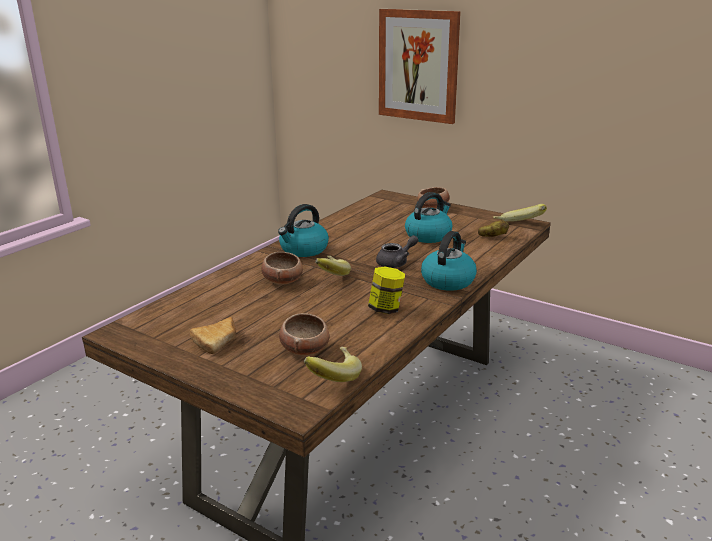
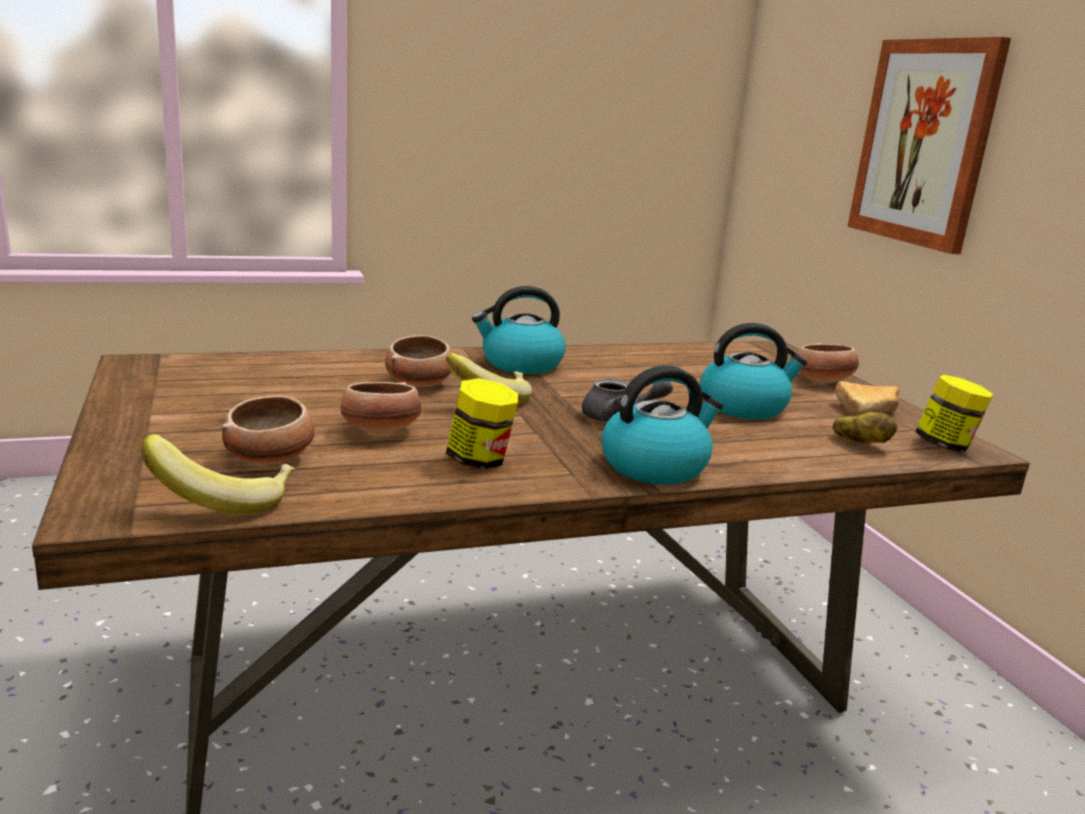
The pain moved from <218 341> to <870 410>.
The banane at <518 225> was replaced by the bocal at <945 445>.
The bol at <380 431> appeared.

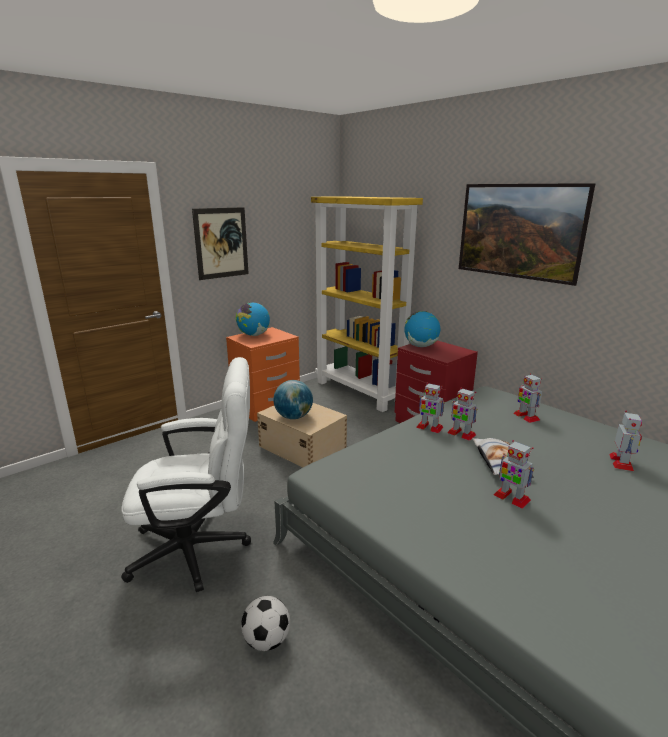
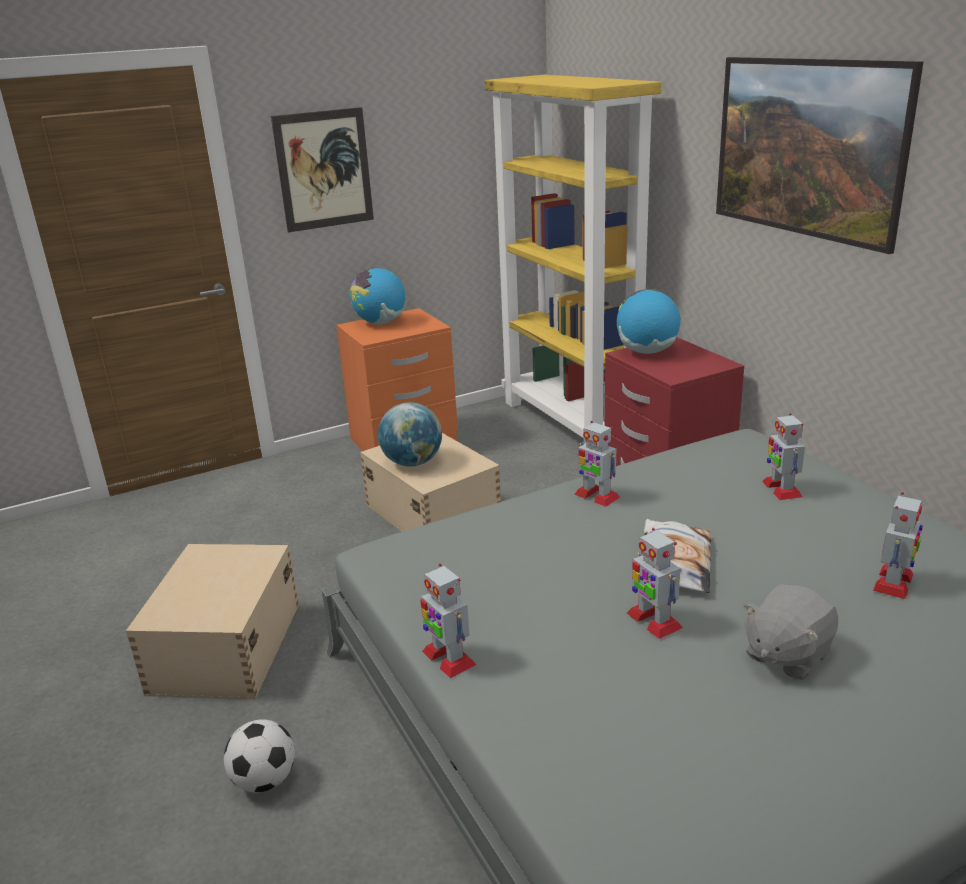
The chaise de bureau [blanc] at <200 549> was replaced by the boîte de rangement [beige] at <225 648>.
The robot jouet moved from <461 434> to <448 658>.
The peluche [gris] at <786 654> appeared.

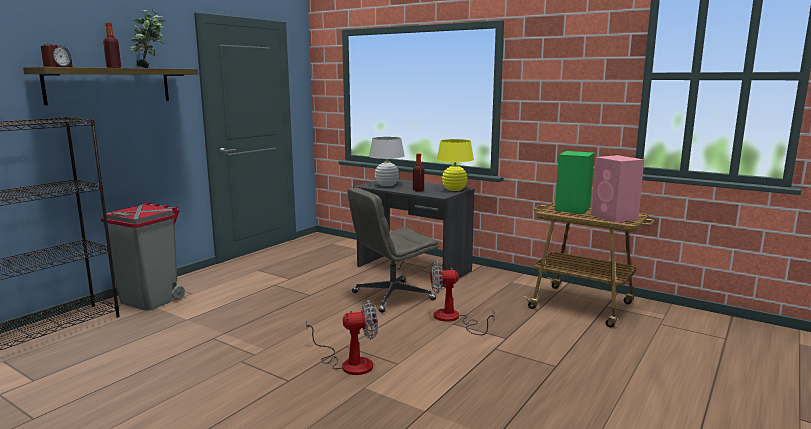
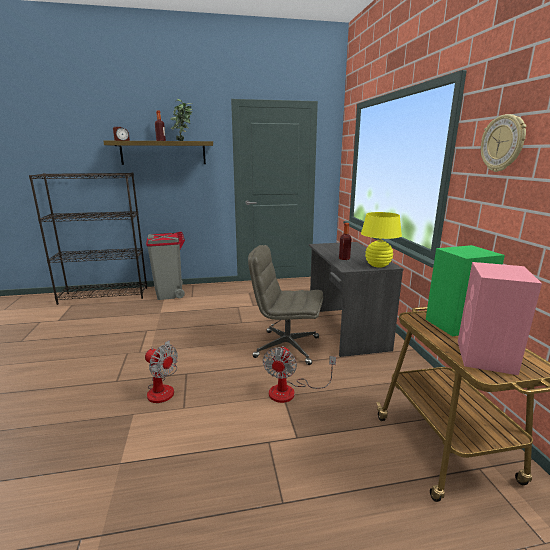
The lampe de table [blanc] at <387 185> disappeared.
The ventilateur at <453 319> turned 120 degrees counterclockwise.
The horloge murale at <503 143> appeared.

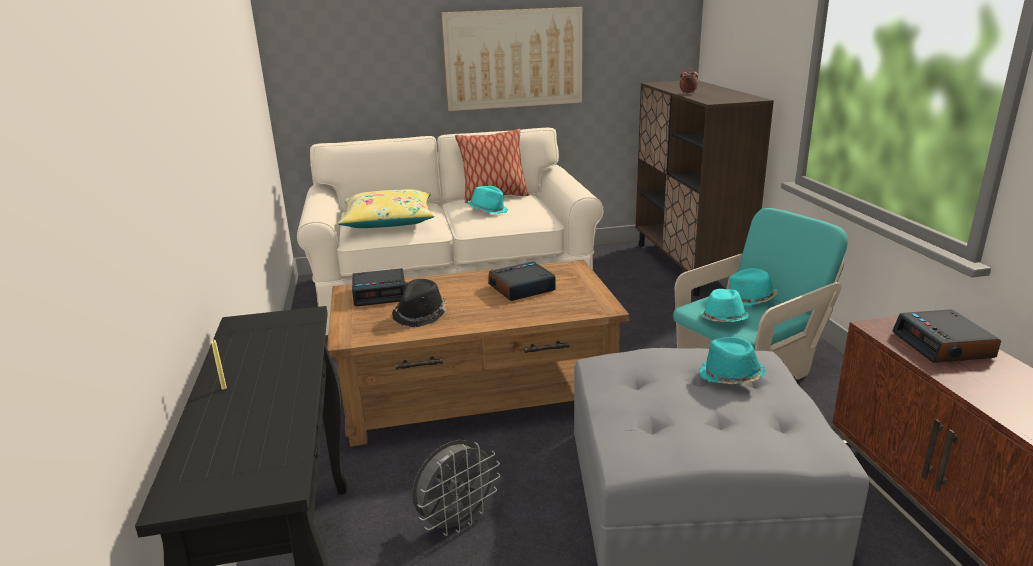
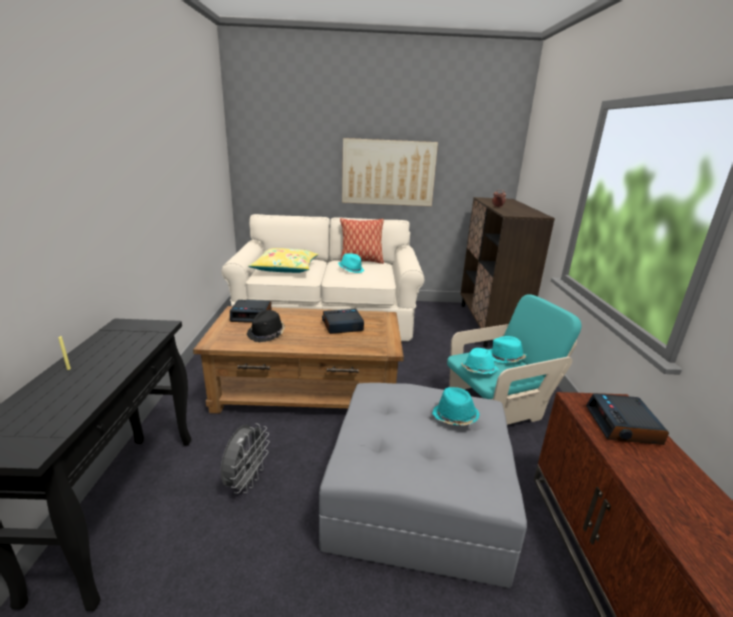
The ventilateur [gris] at <457 521> turned 45 degrees counterclockwise.

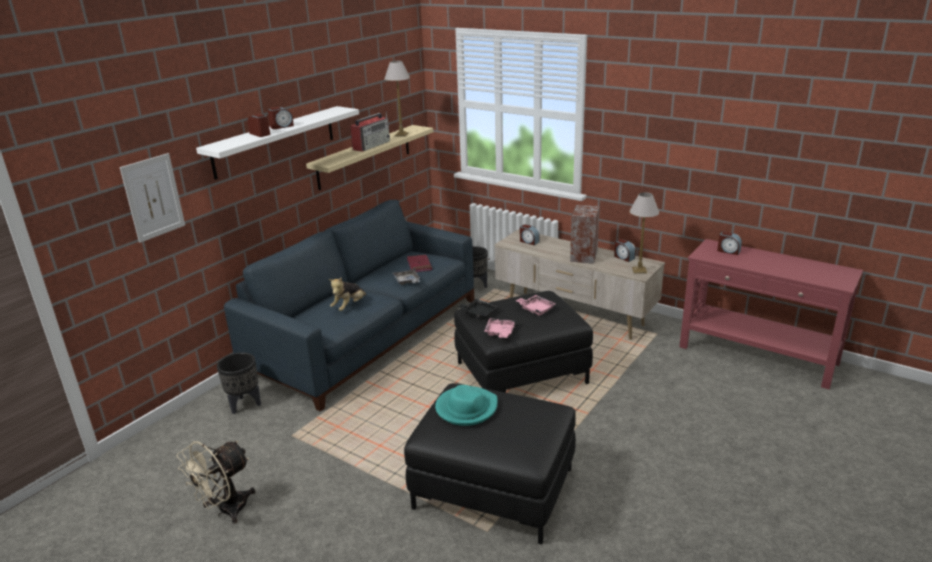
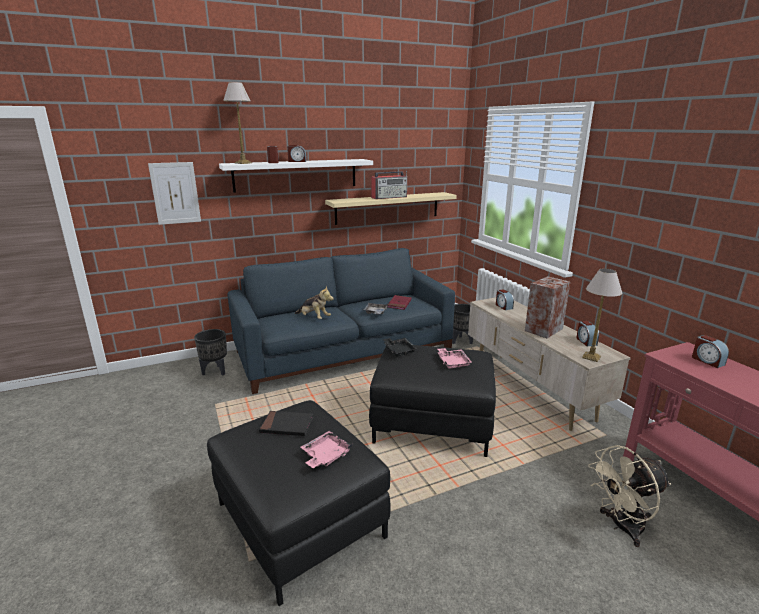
The ventilateur [beige] moved from <225 510> to <621 526>.
The peluche at <349 306> turned 120 degrees counterclockwise.
The lampe de table moved from <401 134> to <243 163>.
The chapeau [turquoise] at <466 408> was replaced by the livre [noir] at <287 426>.
The plateau [rose] moved from <500 333> to <325 456>.

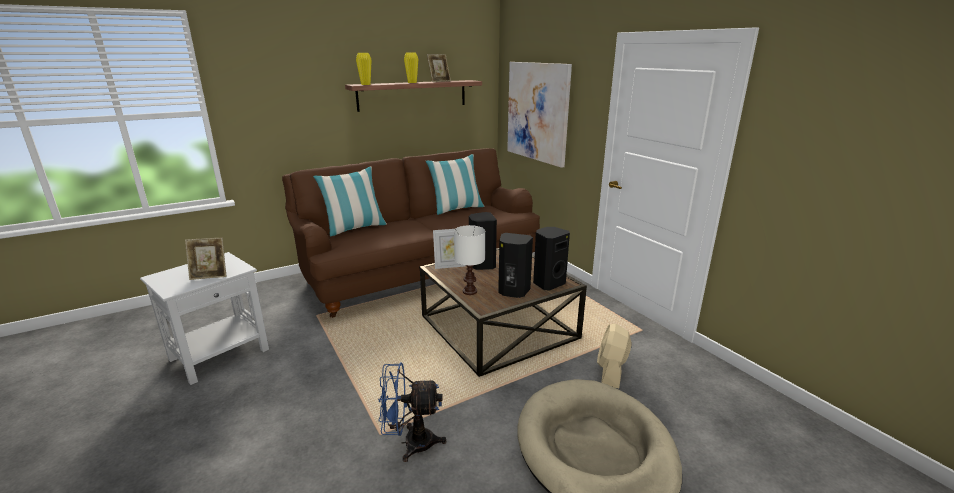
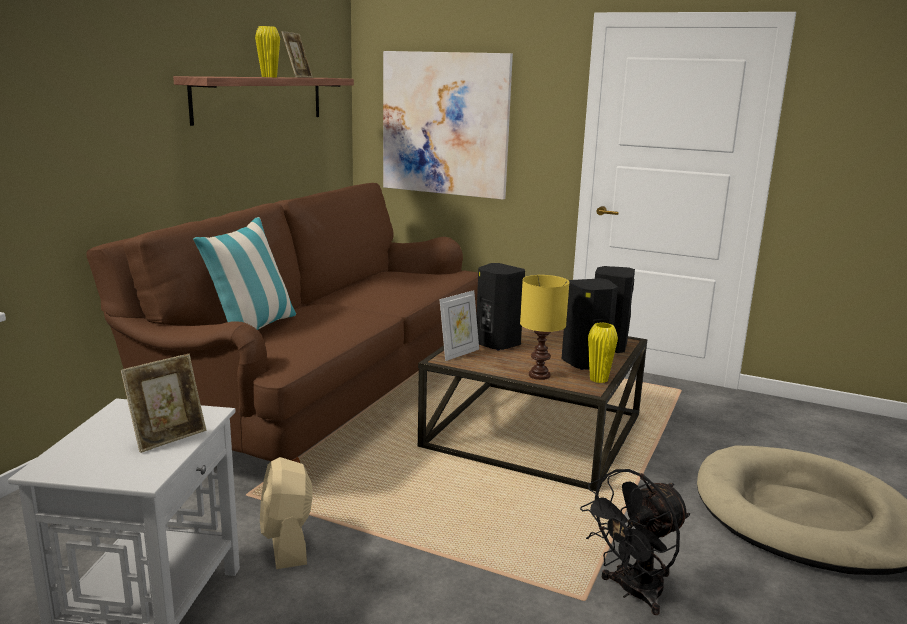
The vase [jaune] moved from <365 84> to <598 379>.
The ventilateur [bleu] at <410 443> became the ventilateur [noir] at <632 592>.
The coussin at <456 209> disappeared.
The lampe de table [blanc] at <470 291> became the lampe de table [jaune] at <539 375>.
The ventilateur [beige] moved from <611 371> to <287 542>.

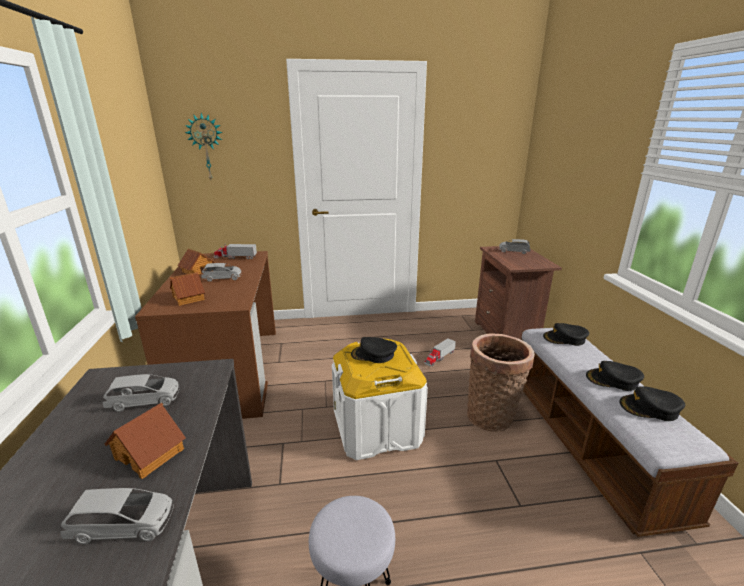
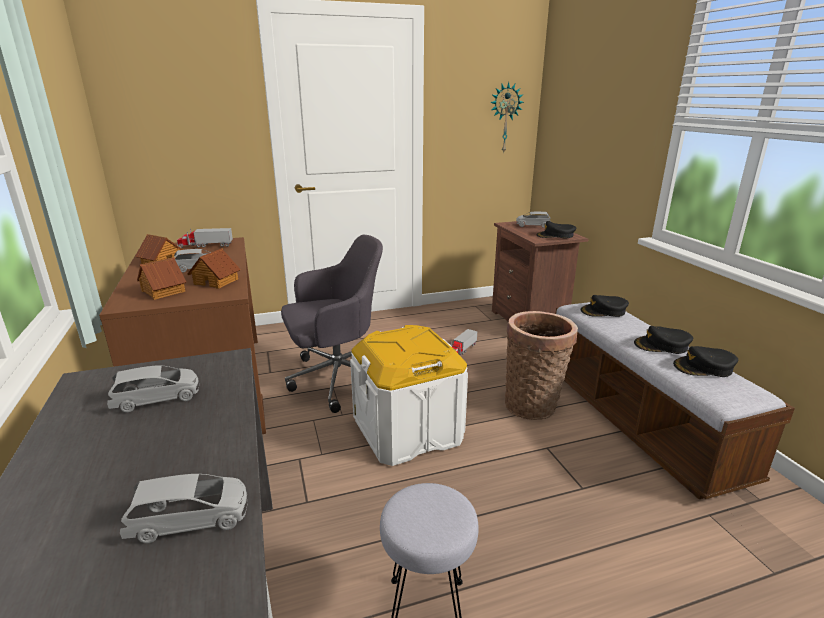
The maison miniature moved from <150 453> to <216 281>.
The horloge murale moved from <206 147> to <504 118>.
The casquette [noir] moved from <373 354> to <555 235>.
The chaise de bureau [gris] at <336 379> appeared.

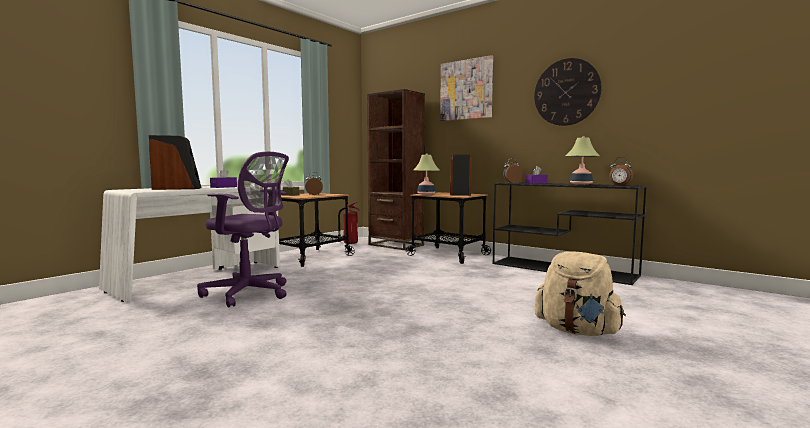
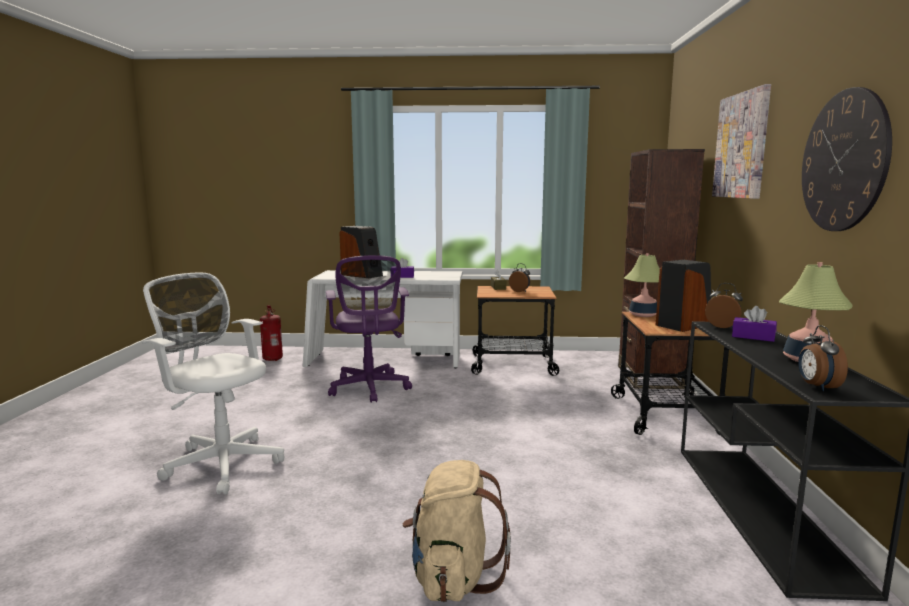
The extincteur moved from <349 243> to <273 359>.
The chaise de bureau [blanc] at <221 462> appeared.

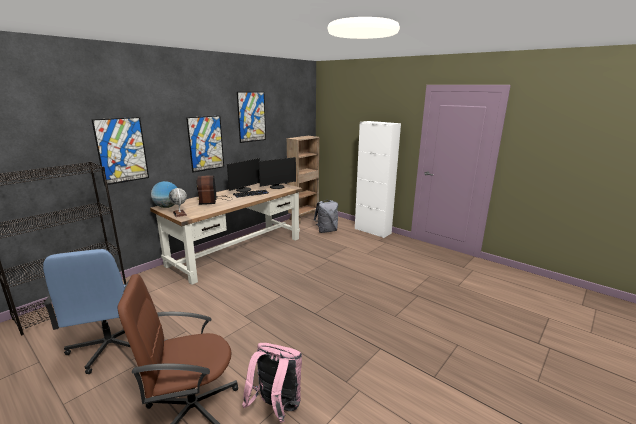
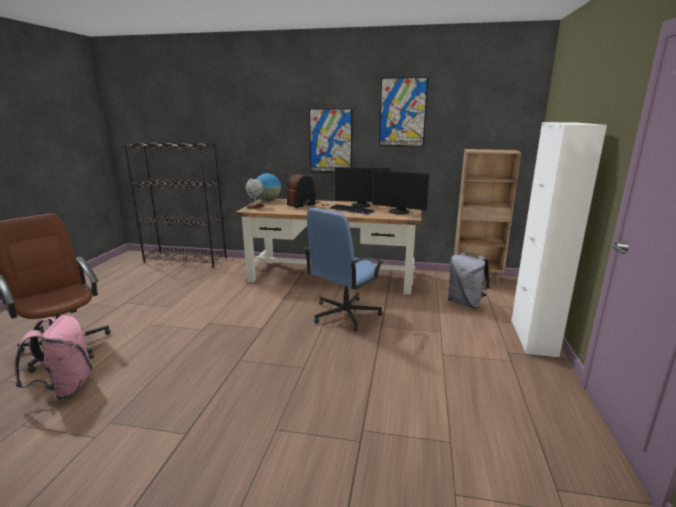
The chaise de bureau [bleu] moved from <109 347> to <344 314>.
The tableau at <122 150> disappeared.

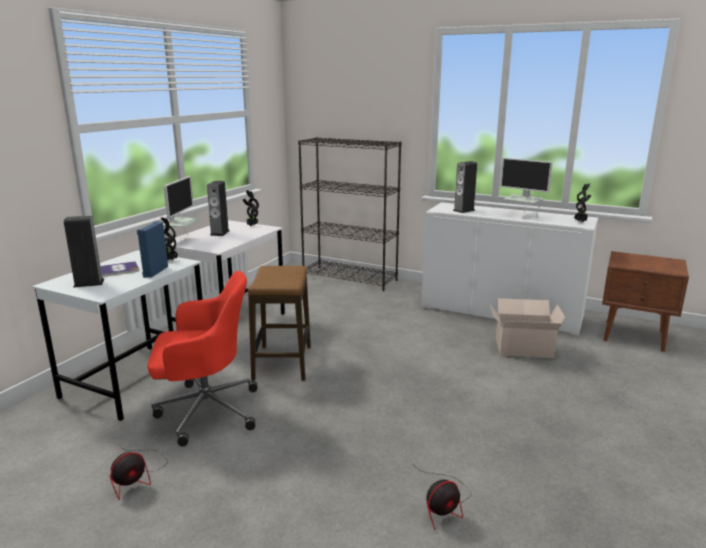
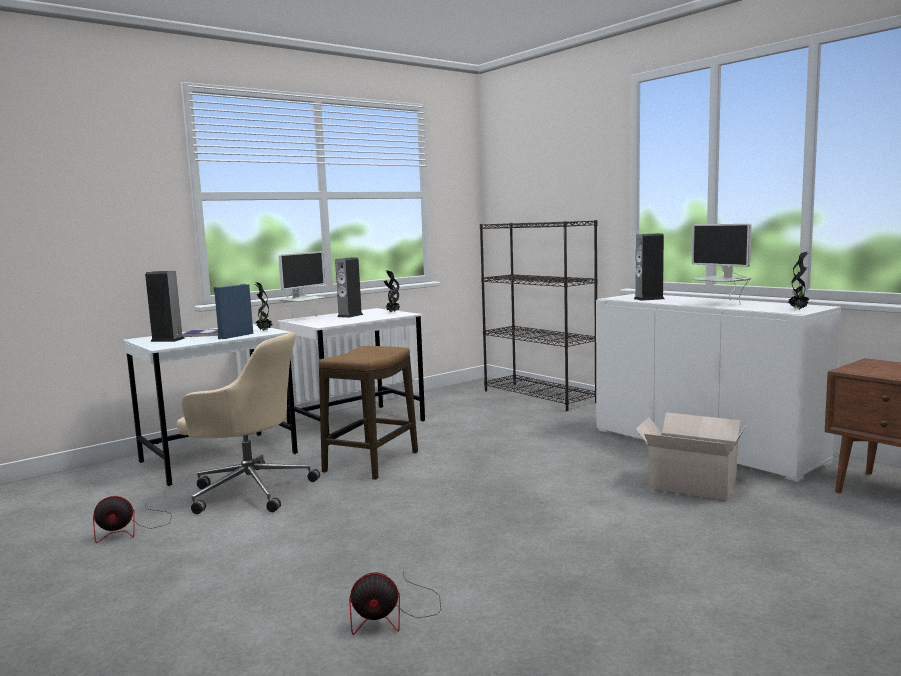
The chaise de bureau [rouge] at <205 411> became the chaise de bureau [beige] at <249 490>.

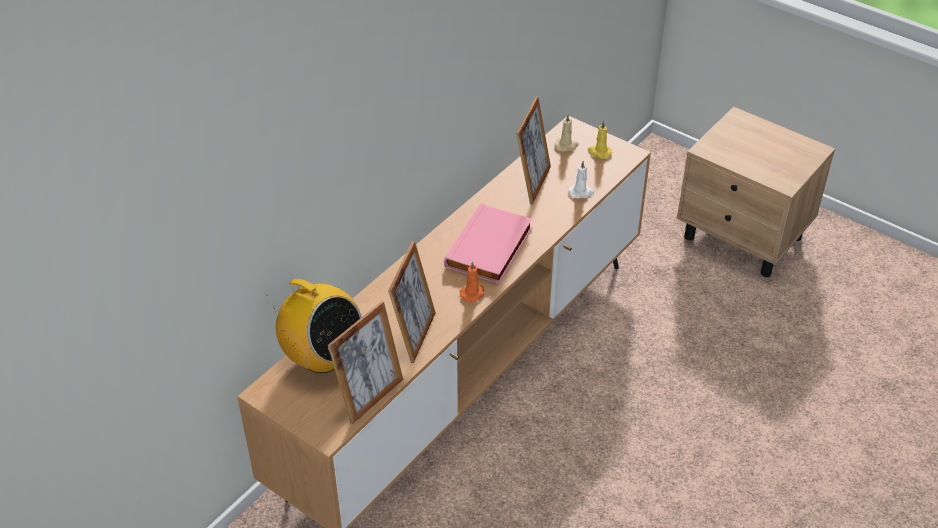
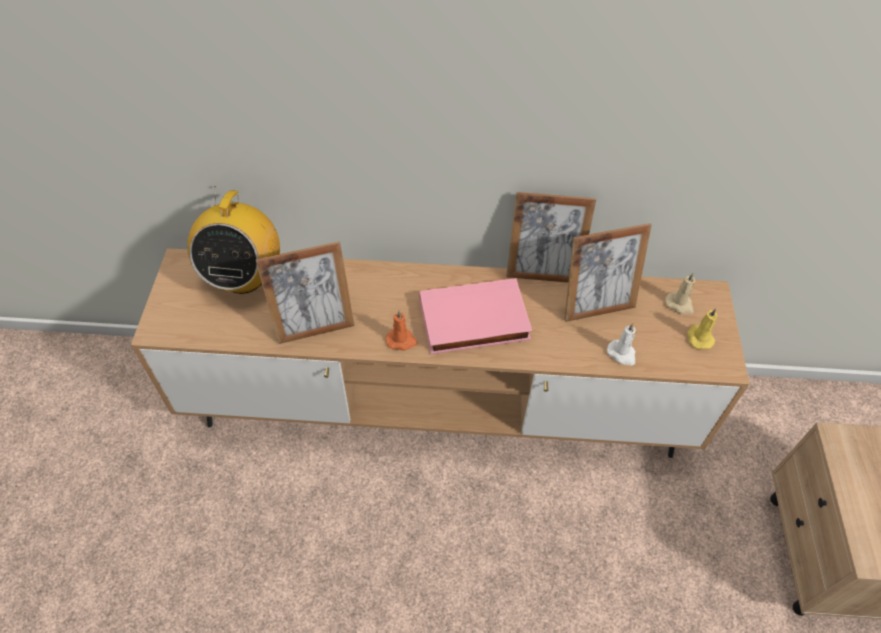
The cadre photo moved from <370 396> to <542 272>.

